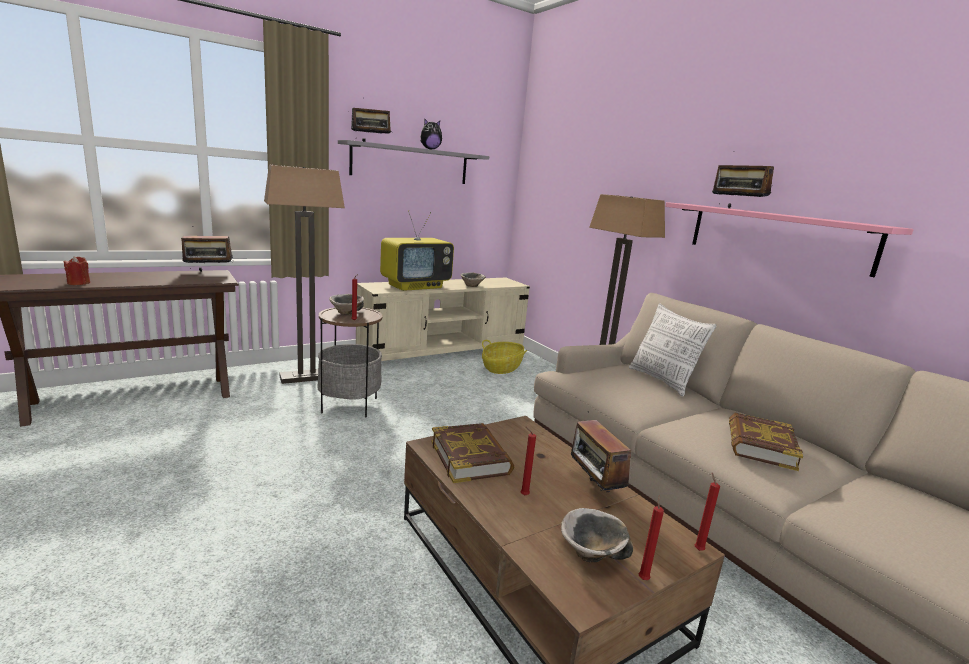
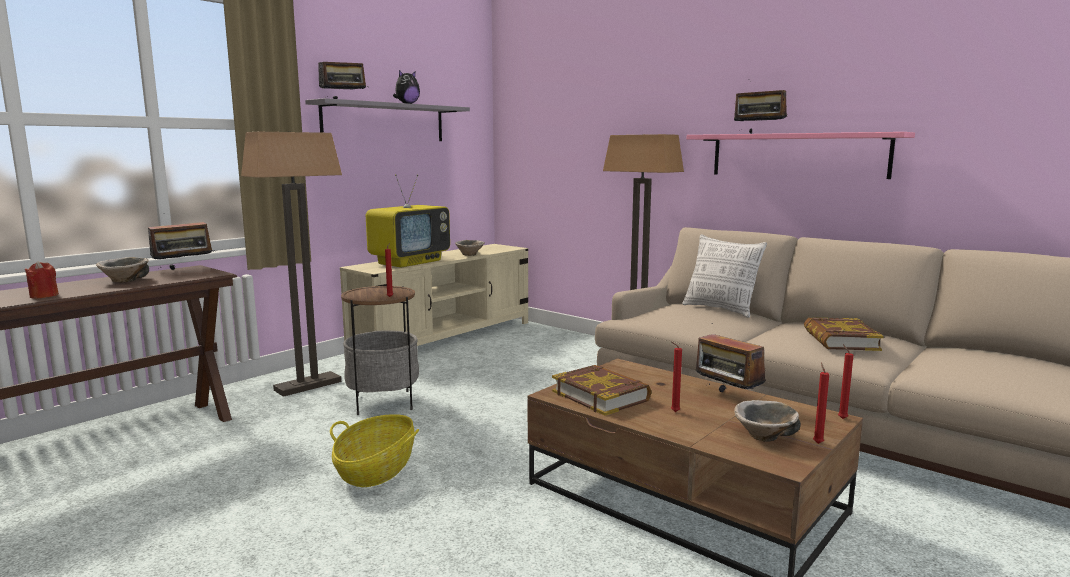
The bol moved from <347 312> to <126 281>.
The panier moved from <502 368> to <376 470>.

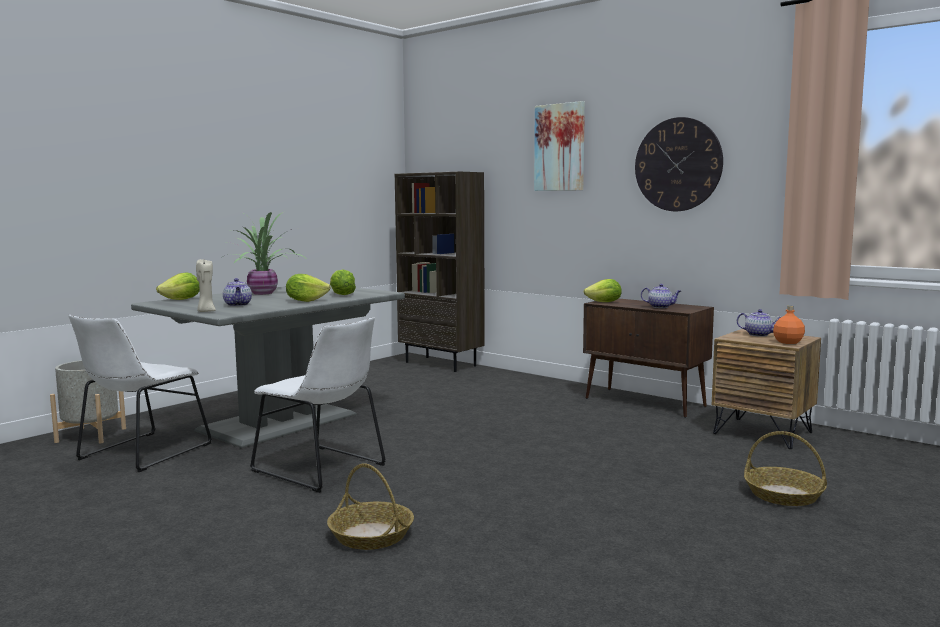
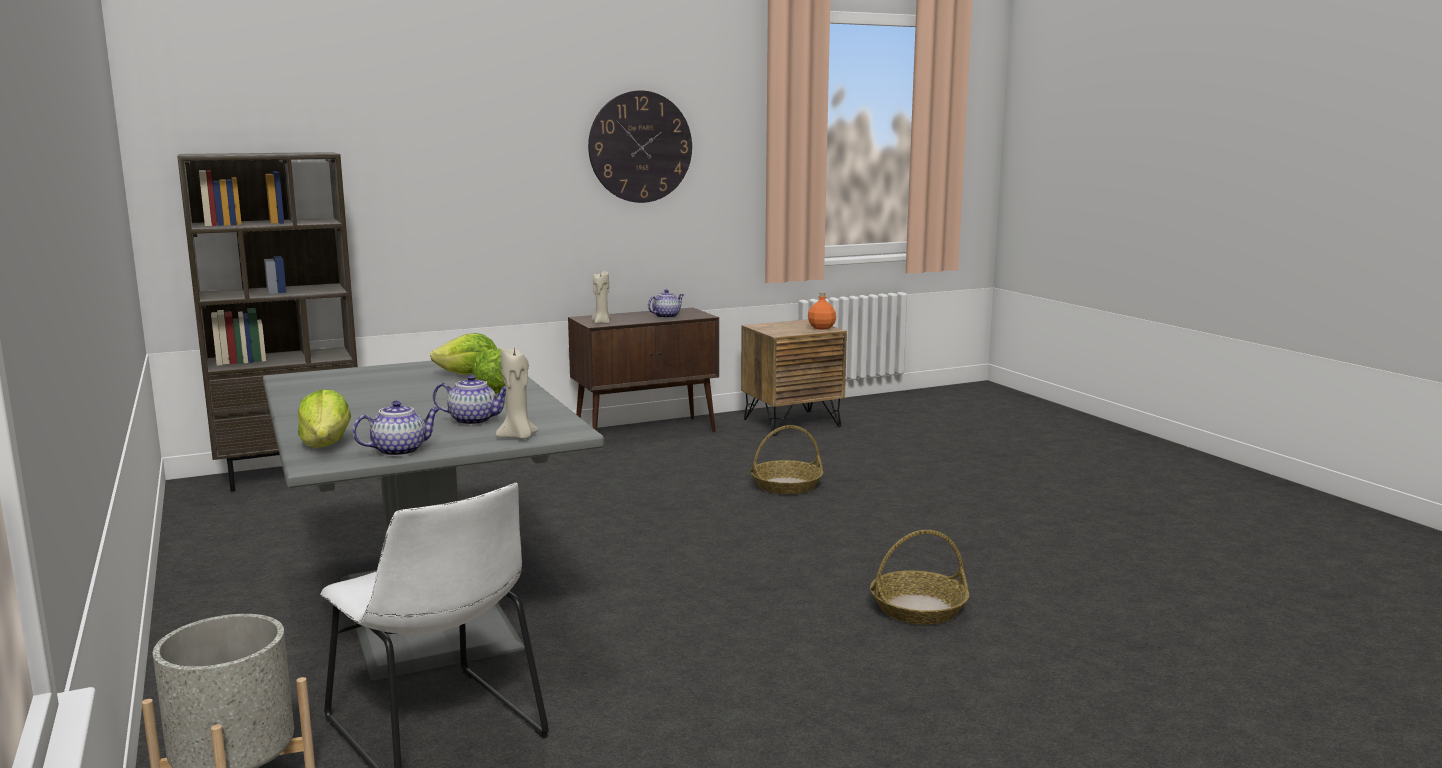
The plante en pot at <263 293> disappeared.
The chaise [blanc] at <322 469> disappeared.
The tableau at <560 147> disappeared.
The laitue at <604 302> was replaced by the bougie [beige] at <601 323>.
The théière moved from <759 335> to <400 451>.
The panier moved from <783 495> to <786 486>.

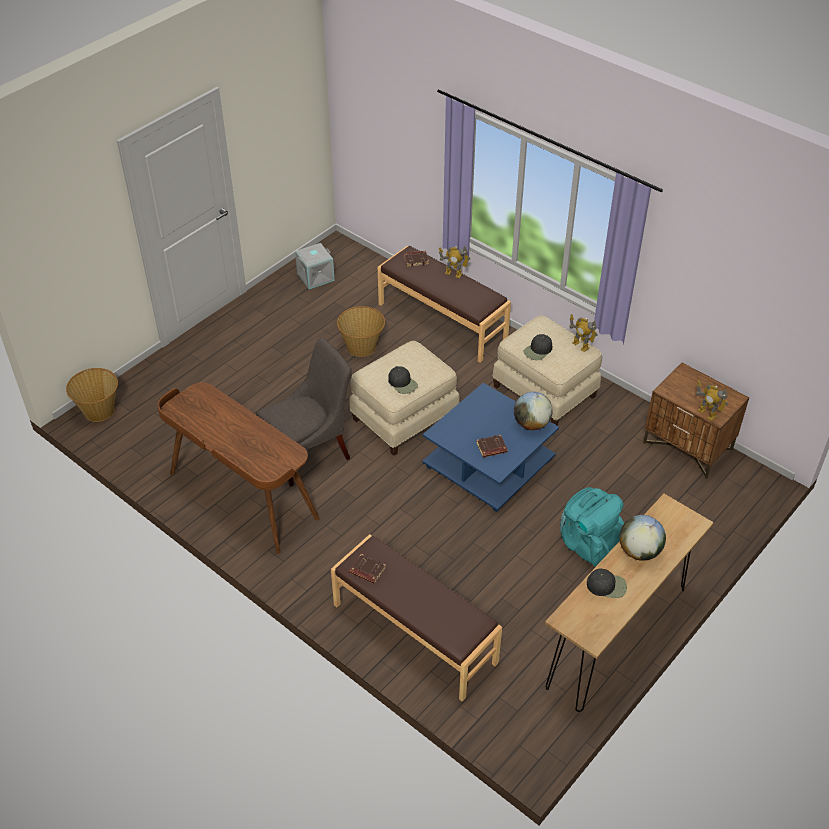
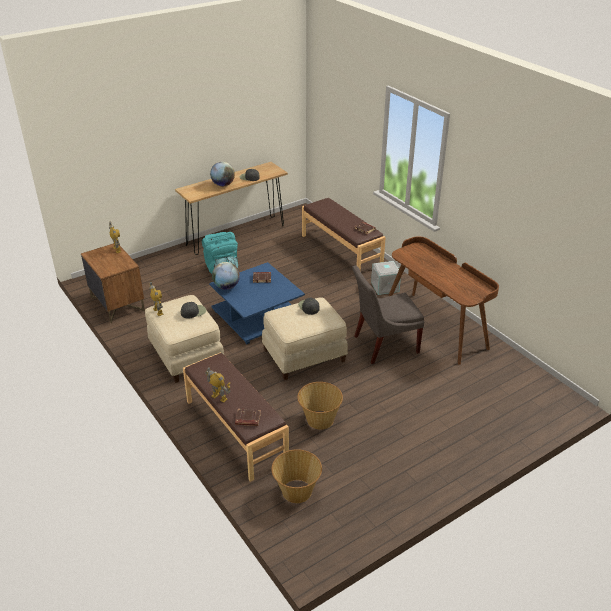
The panier moved from <99 410> to <297 491>.
The boîte de rangement [gris] moved from <315 276> to <385 287>.

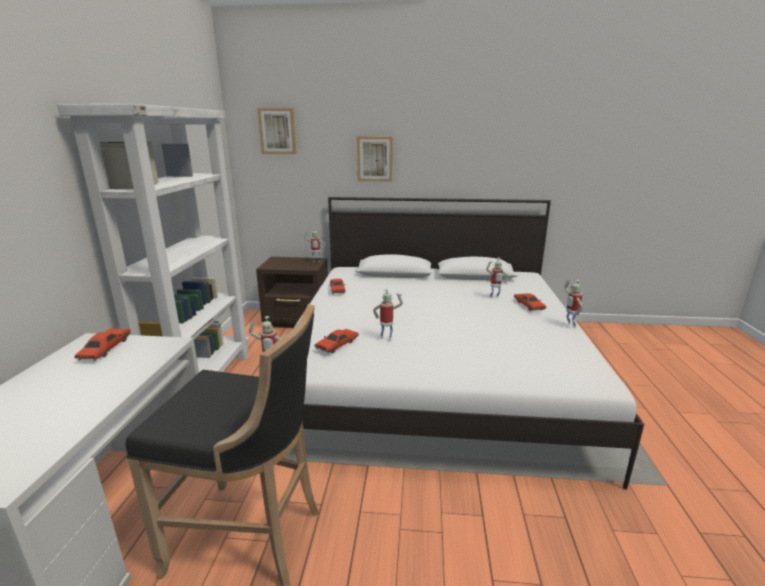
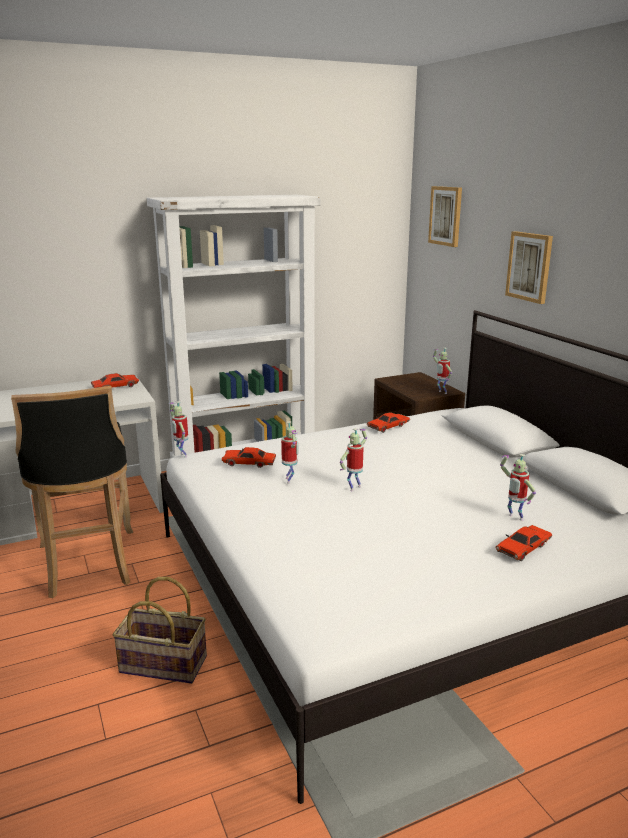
The robot jouet moved from <570 325> to <354 487>.
The panier at <162 665> appeared.

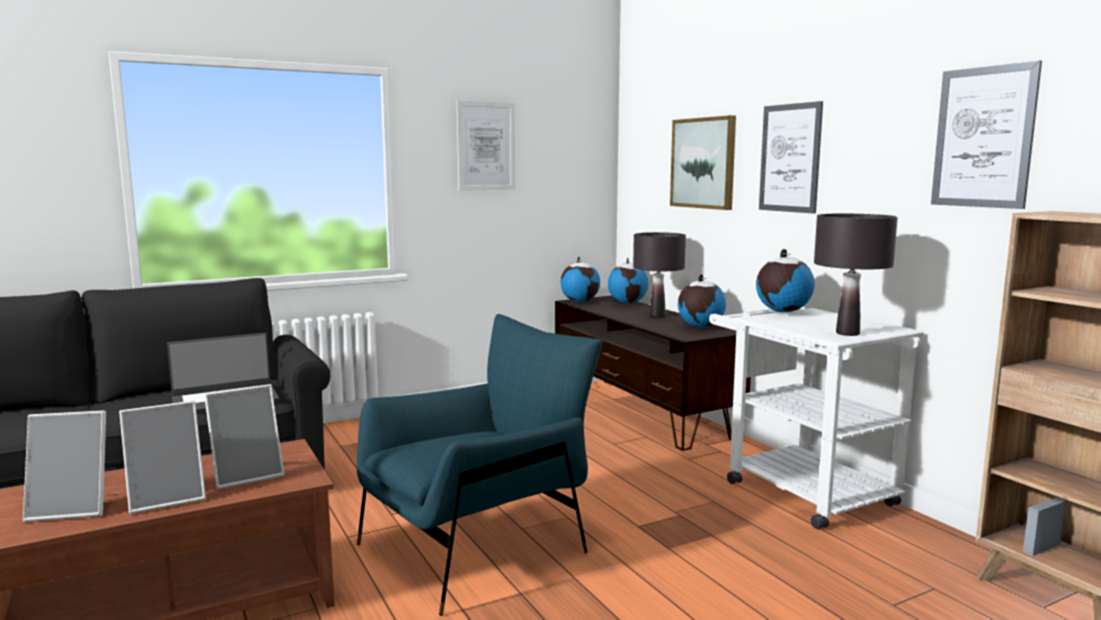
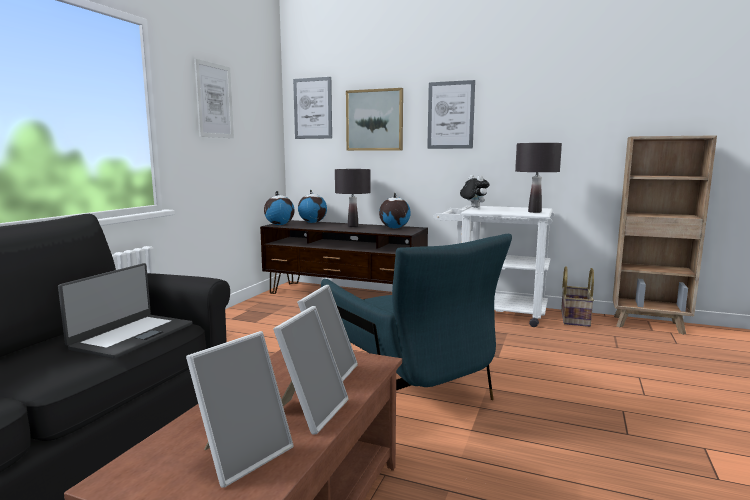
The fauteuil [bleu] at <478 546> turned 135 degrees clockwise.
The globe at <782 311> was replaced by the peluche at <473 207>.
The tableau moved from <983 137> to <313 108>.
The panier at <574 318> appeared.

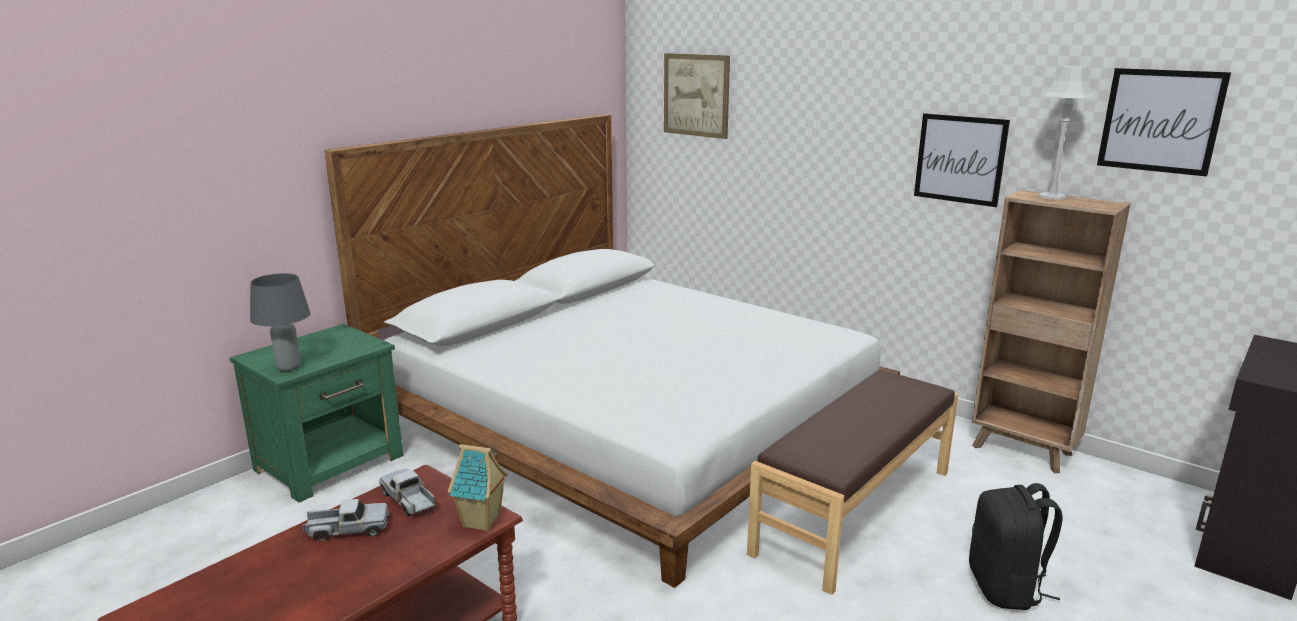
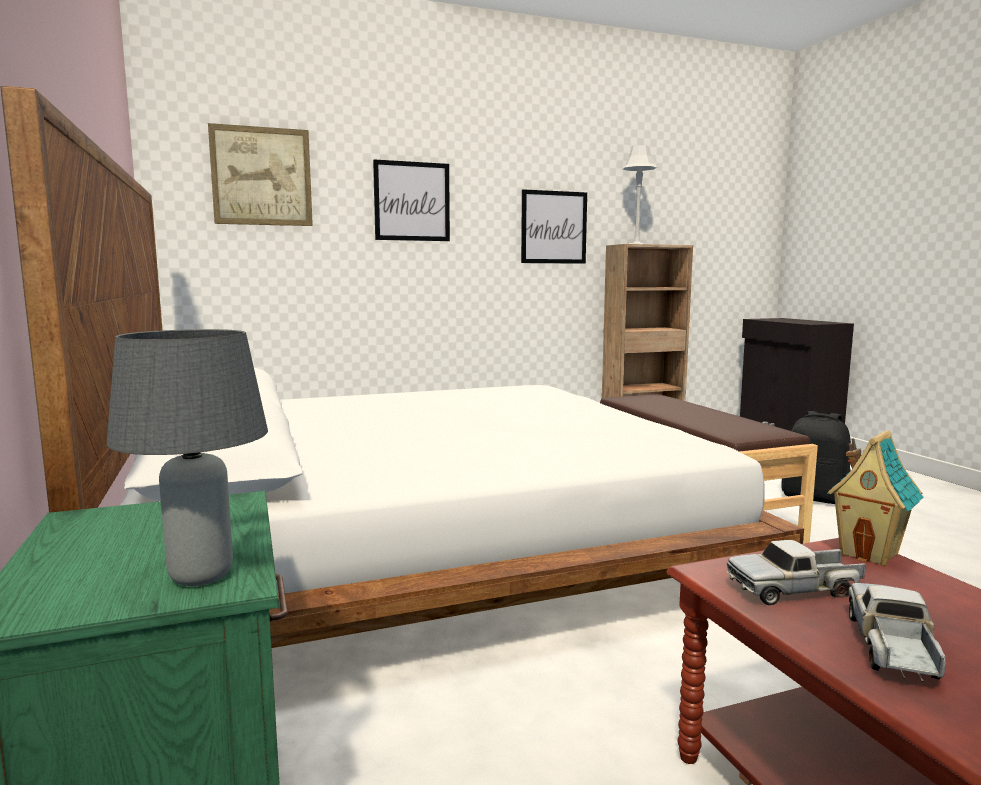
The tableau moved from <1160 121> to <412 201>.

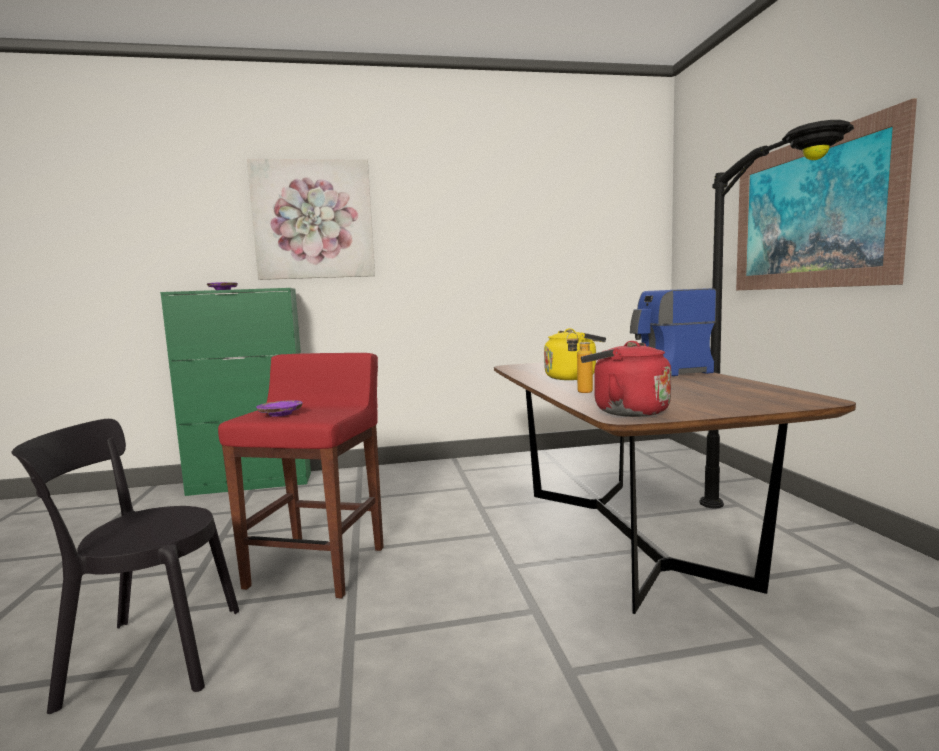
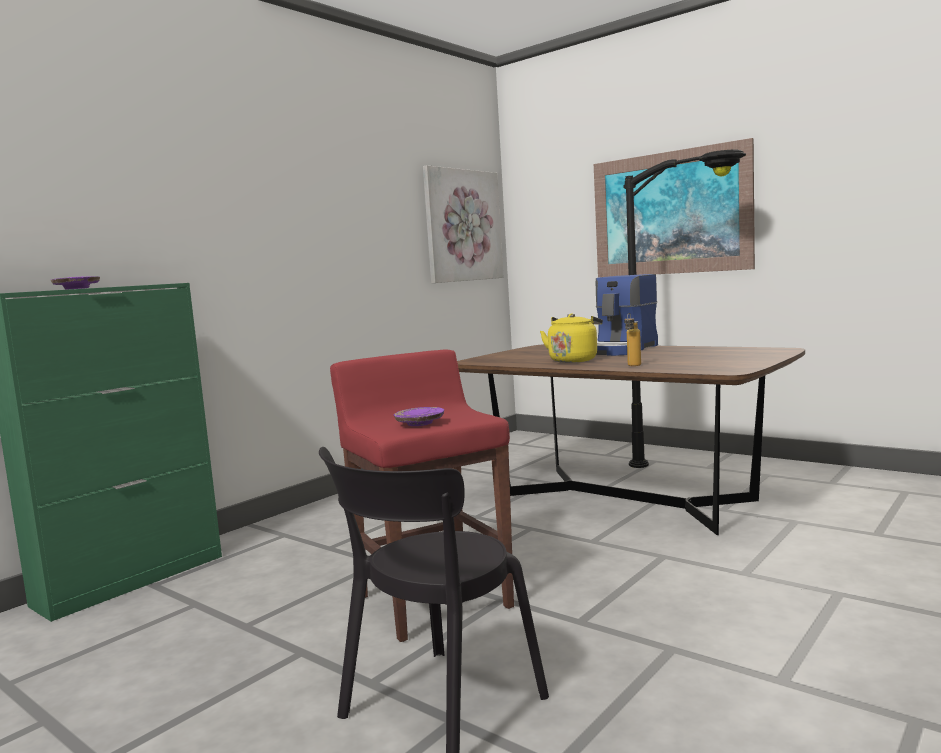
The tableau moved from <313 220> to <463 225>.
The bouilloire [rouge] at <625 411> disappeared.

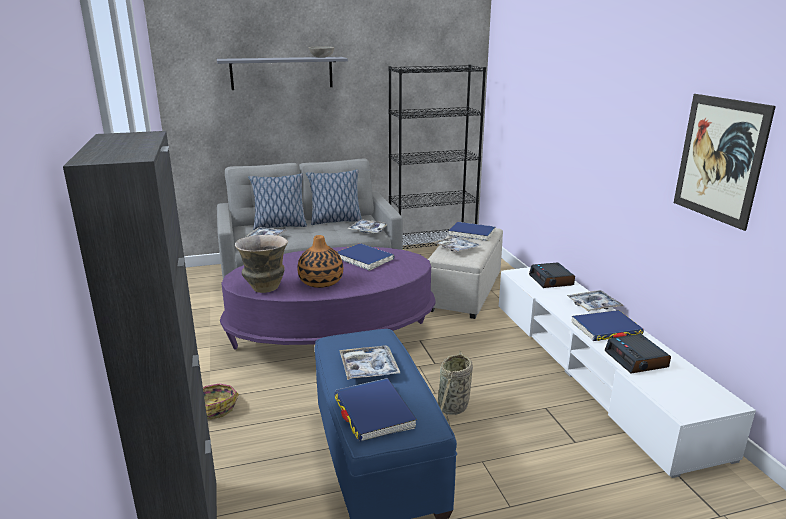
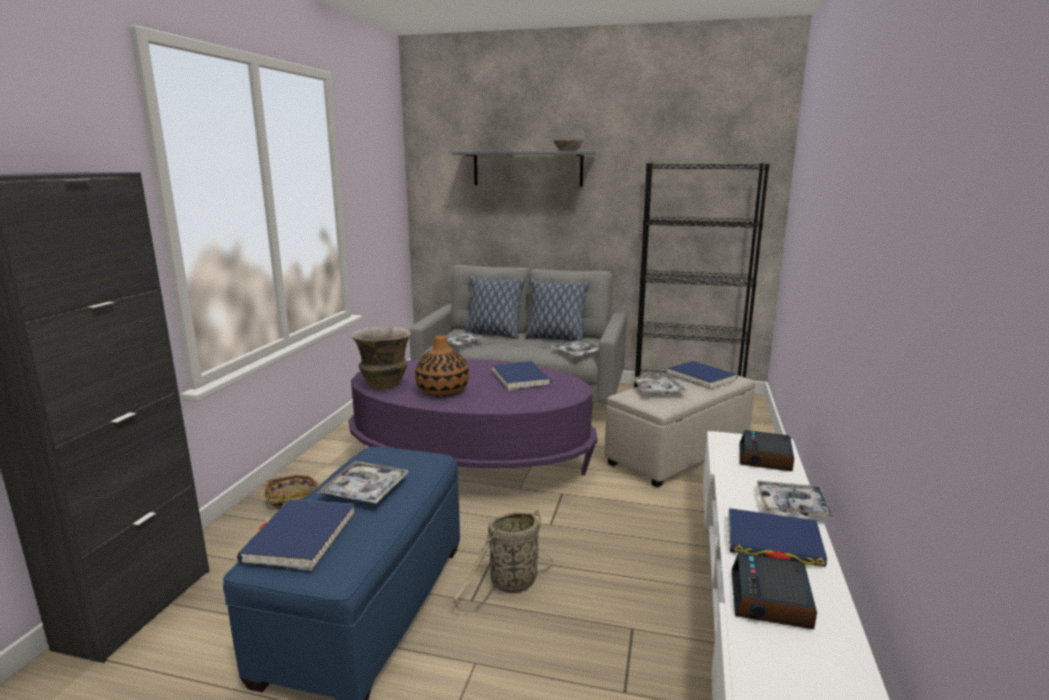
The tableau at <719 159> disappeared.

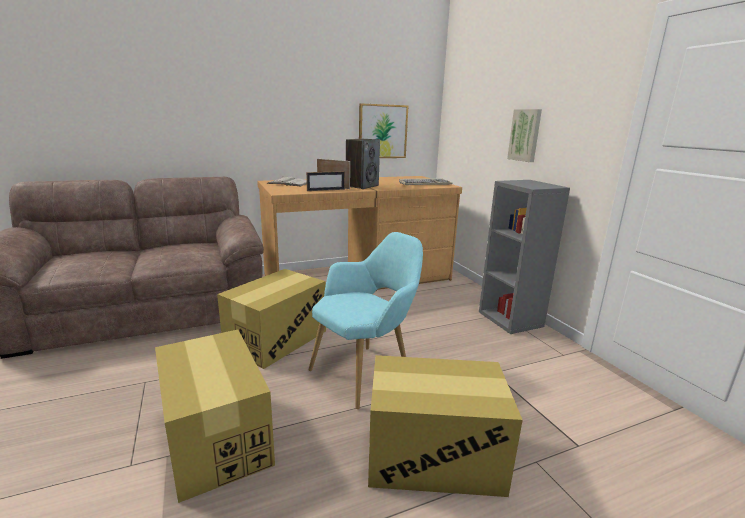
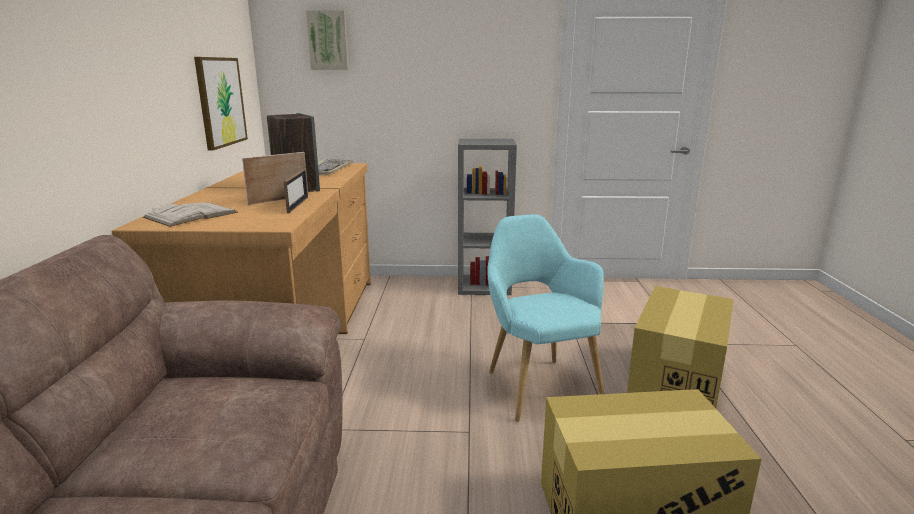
The carton at <277 339> disappeared.
The tableau moved from <525 135> to <328 40>.

